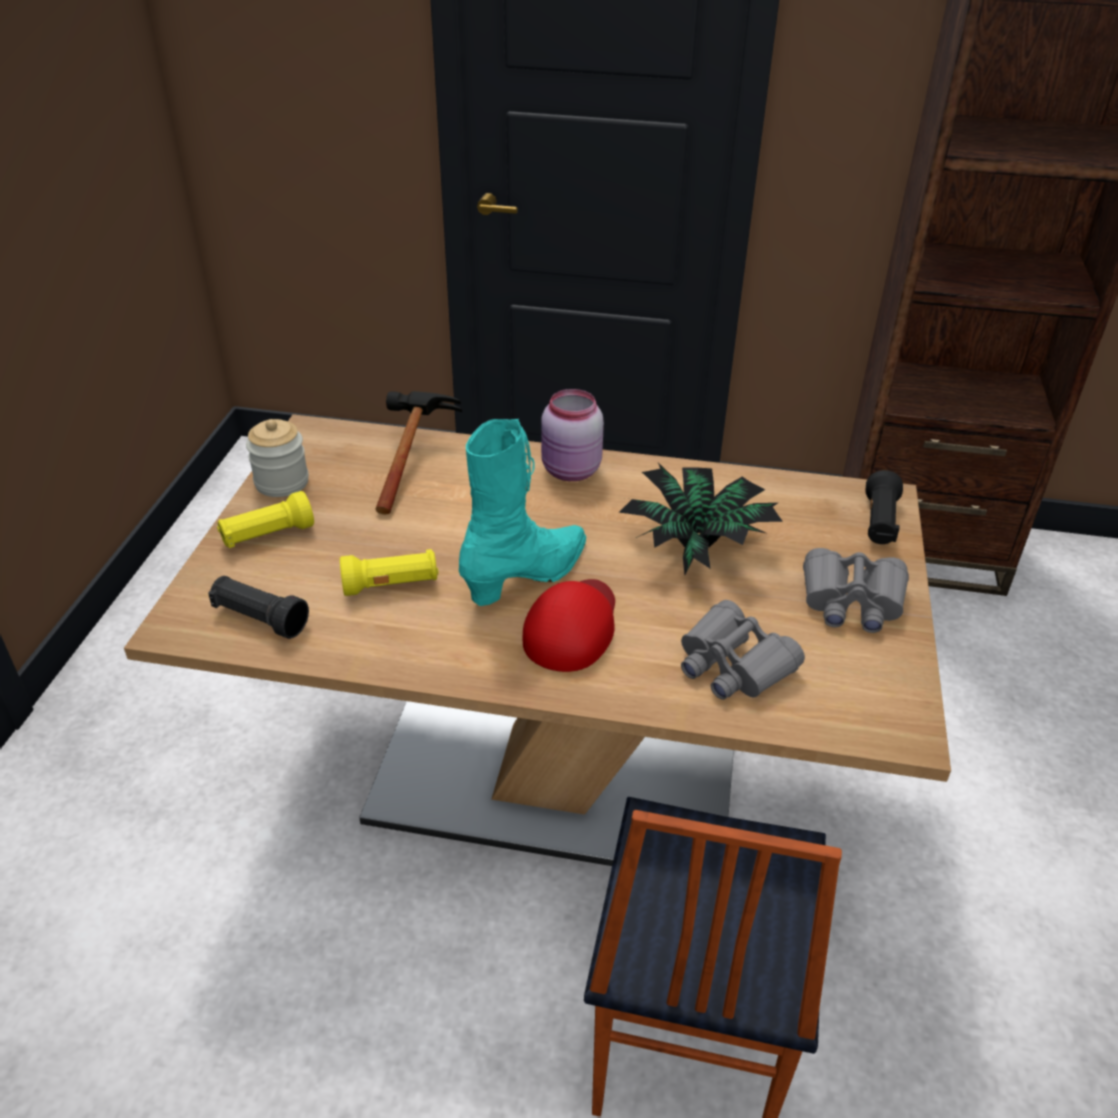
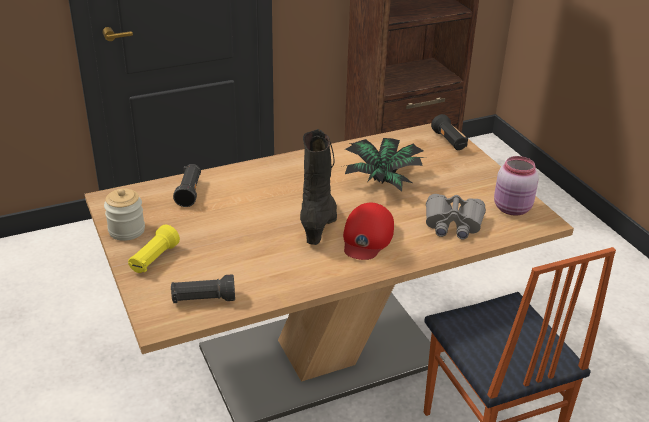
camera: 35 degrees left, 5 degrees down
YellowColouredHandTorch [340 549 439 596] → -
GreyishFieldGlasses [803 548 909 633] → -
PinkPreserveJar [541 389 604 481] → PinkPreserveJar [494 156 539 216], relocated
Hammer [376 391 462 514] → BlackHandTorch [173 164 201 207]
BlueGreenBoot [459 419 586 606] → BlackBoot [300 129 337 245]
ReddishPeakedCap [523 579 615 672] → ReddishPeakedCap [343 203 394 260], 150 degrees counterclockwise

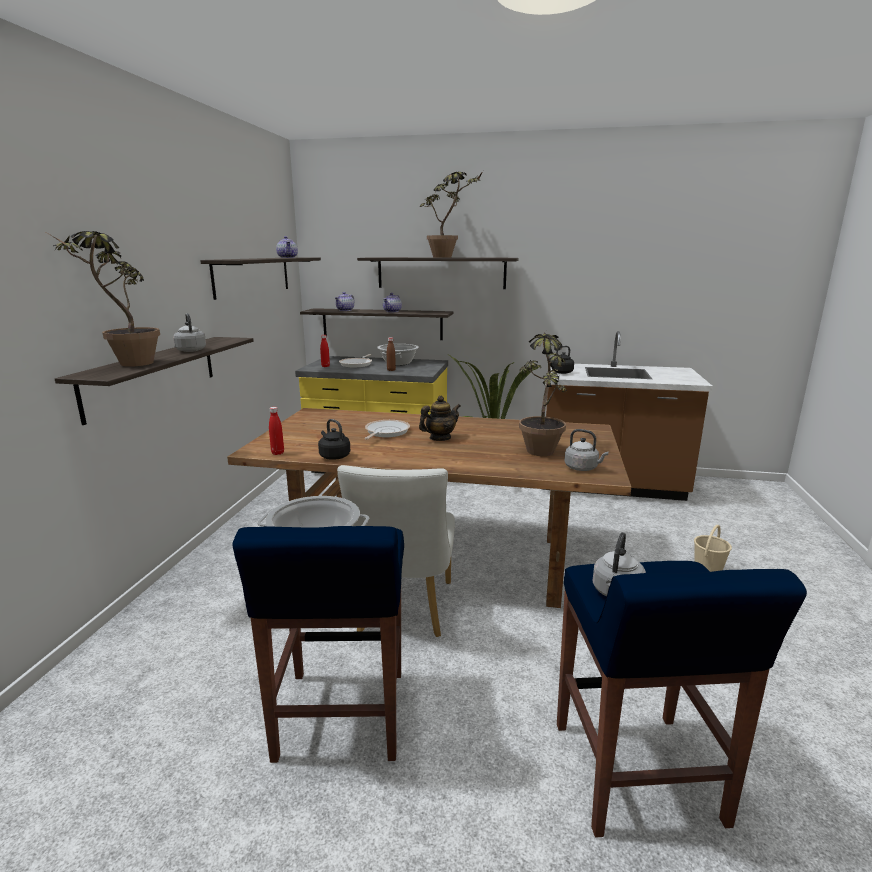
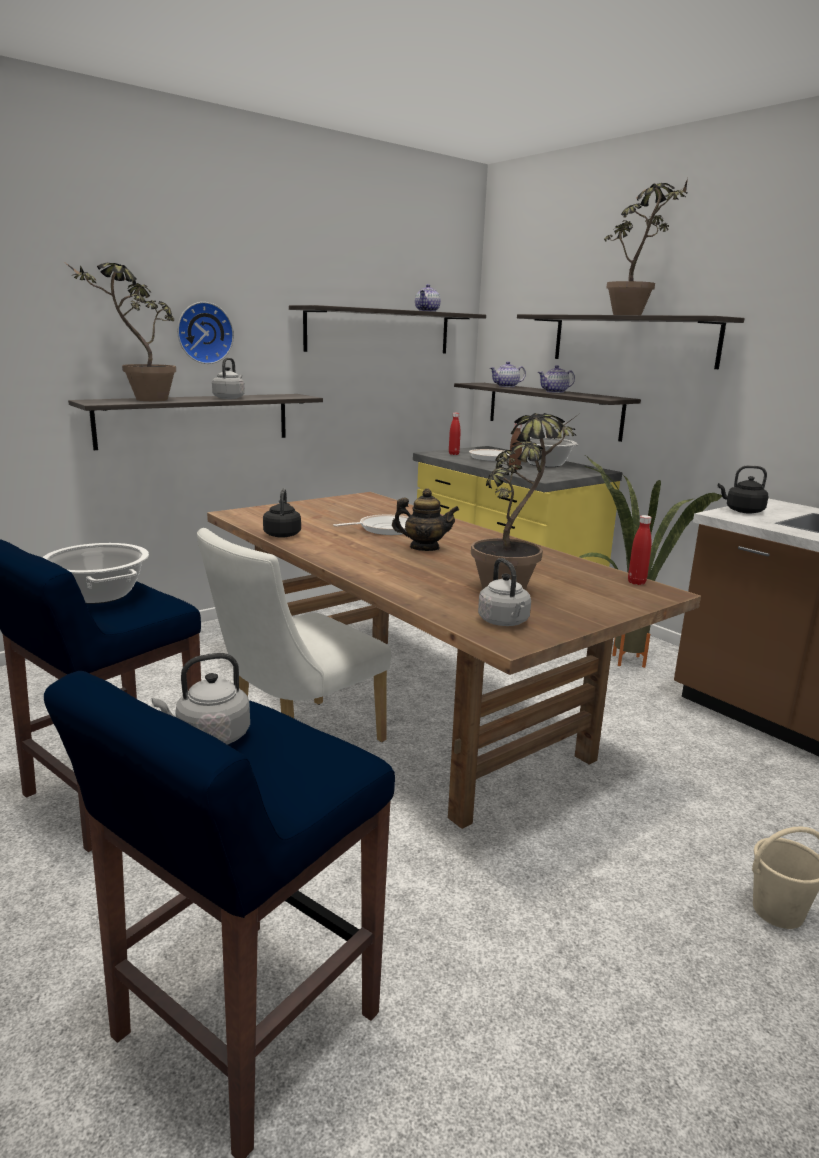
camera: 40 degrees right, 0 degrees up
- → ClockOnTheWall [177 302 234 364]
ReddishDrinkBottle [269 407 284 455] → ReddishDrinkBottle [628 515 652 585], relocated

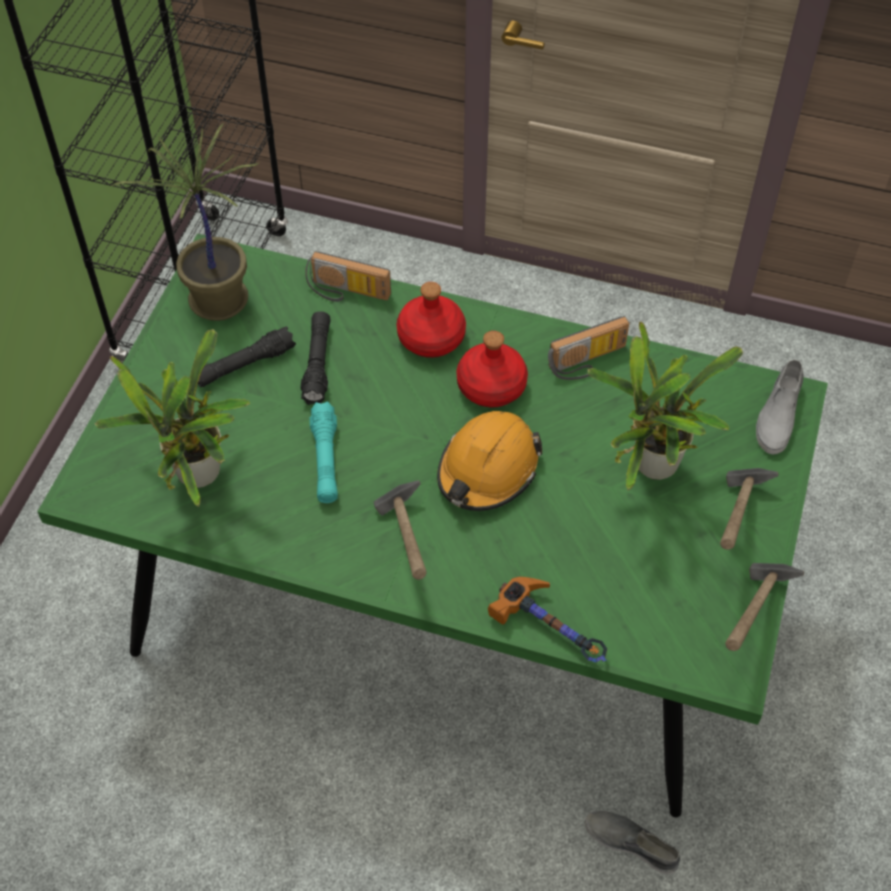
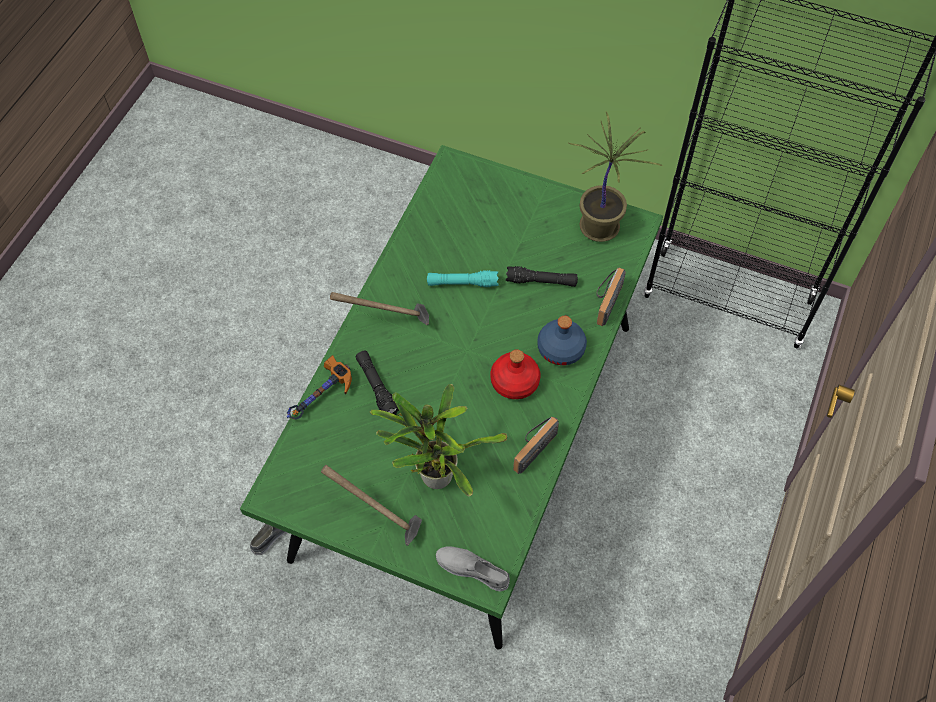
camera: 95 degrees right, 5 degrees up
Houseplant [94 329 250 507] → -
OrangeyWorkHelmet [437 411 542 511] → -
Hammer [725 563 804 651] → -
BlackHandTorch [198 326 296 387] → BlackHandTorch [356 351 399 415], relocated
ReddishDrinkBottle [397 282 466 358] → BlueDrinkBottle [537 316 587 365]
Radio [548 316 629 380] → Radio [513 417 559 474], 60 degrees clockwise

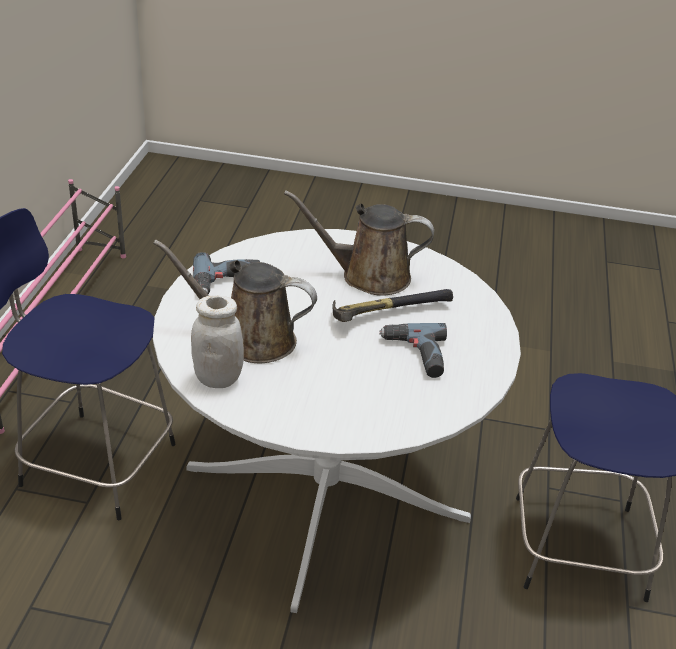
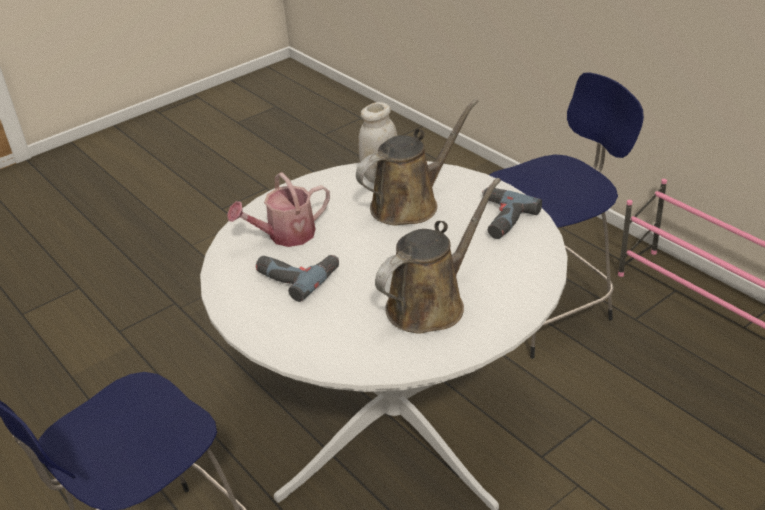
camera: 135 degrees right, 0 degrees up
Hammer [332 289 453 322] → -
- → WateringCan [227 172 330 247]

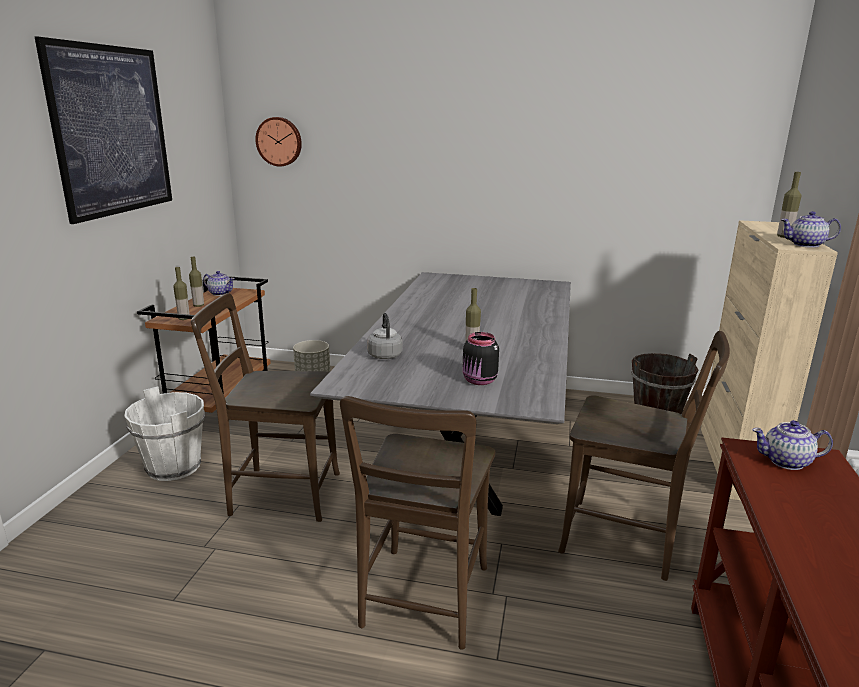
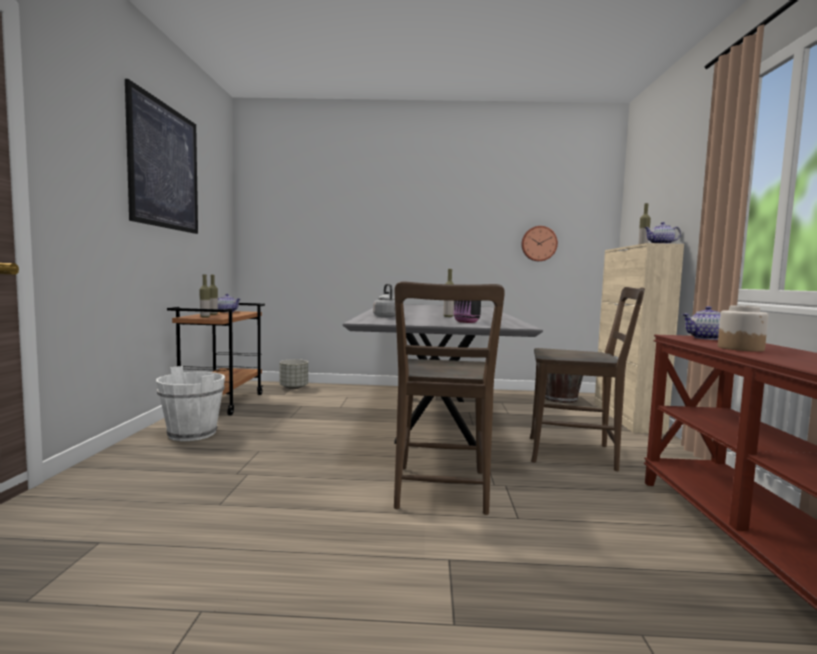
camera: 10 degrees left, 15 degrees down
BrownColouredUprightChair [191 293 340 522] → -
- → PreserveJar [718 306 768 352]
ClockOnTheWall [255 117 302 166] → ClockOnTheWall [521 226 558 261], relocated

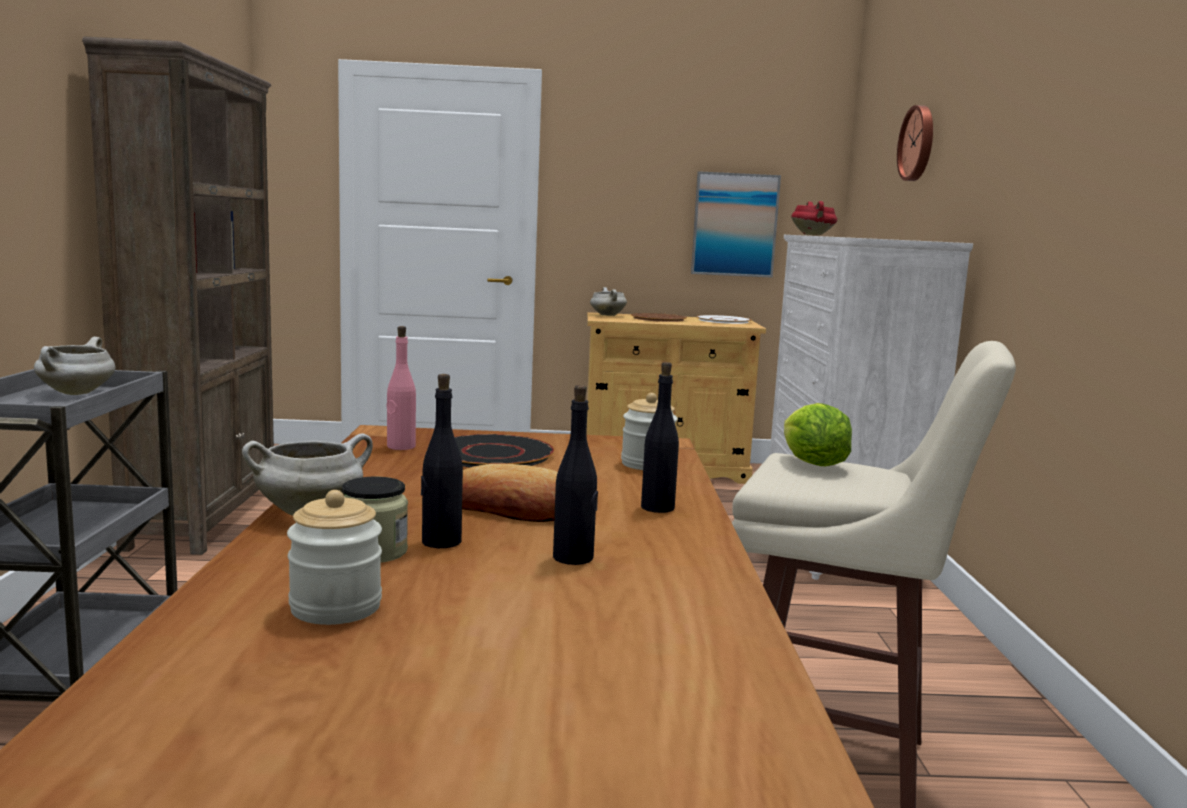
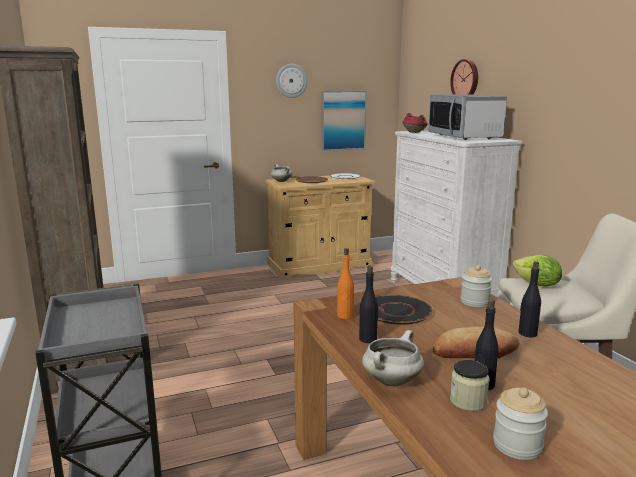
camera: 20 degrees left, 5 degrees up
WhitishCookingPot [34 337 115 395] → -
- → ClockOnTheWall [276 64 308 98]
- → Microwave [428 94 507 140]
BlackDrinkBottle [553 385 598 565] → BlackDrinkBottle [359 266 379 343], relocated
PinkDrinkBottle [387 326 416 450] → OrangeyDrinkBottle [337 248 354 319]

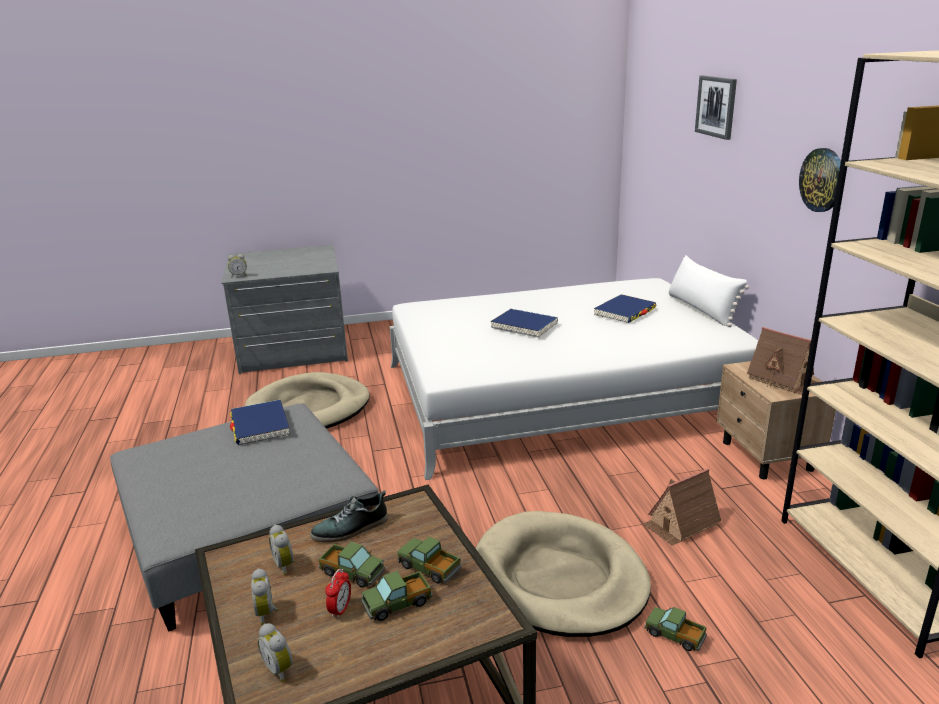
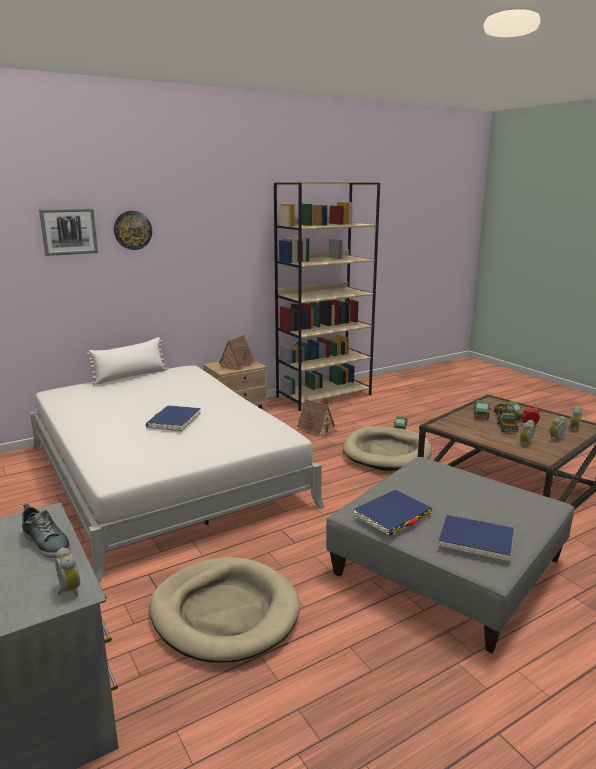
camera: 110 degrees left, 5 degrees down
ItemOfFootwear [310 490 388 542] → ItemOfFootwear [22 503 70 558], relocated
BlueVolume [594 294 656 323] → BlueVolume [438 515 514 563], relocated
ClockOnTheWall [799 148 841 212] → ClockOnTheWall [114 211 152 250], relocated

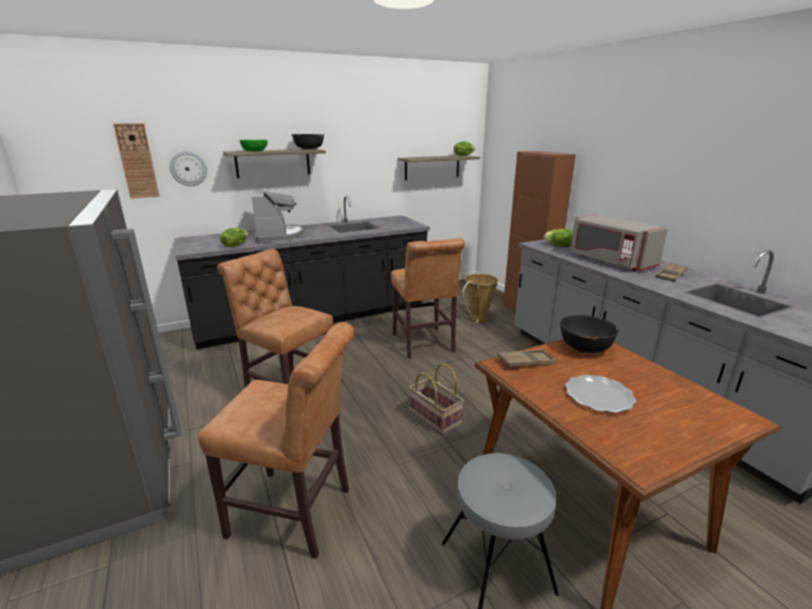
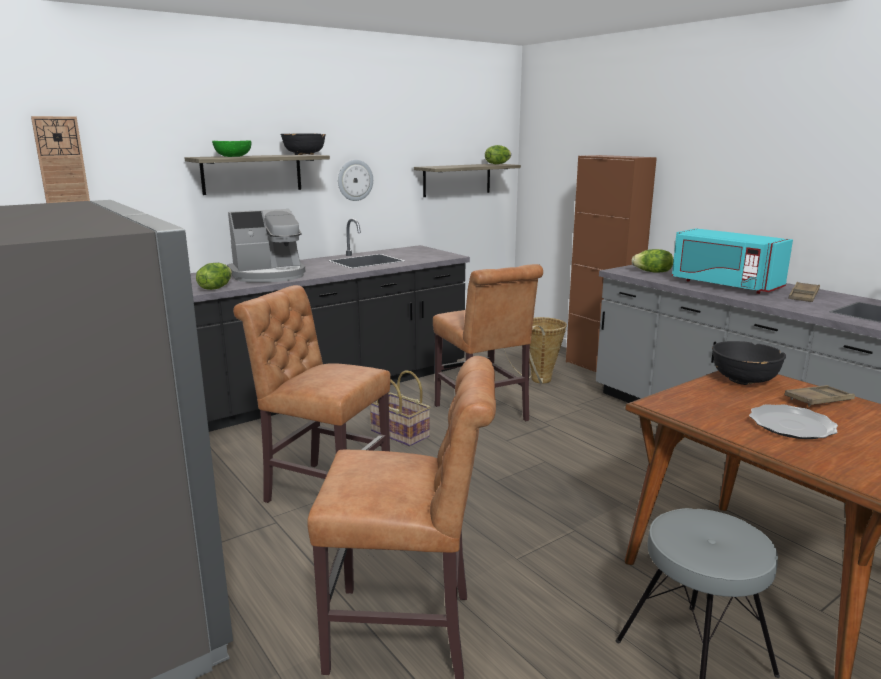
camera: 10 degrees left, 5 degrees down
ClockOnTheWall [170 151 207 186] → ClockOnTheWall [338 160 373 201], relocated
StorageBasket [409 363 464 435] → StorageBasket [370 370 431 447], relocated
BrownColouredCarryingTray [498 350 557 368] → BrownColouredCarryingTray [784 385 855 407], relocated
GreyishMicrowave [570 214 668 271] → BlueGreenMicrowave [672 228 793 294]
CoffeeBrewer [252 190 304 244] → CoffeeBrewer [227 209 305 283], 90 degrees clockwise

